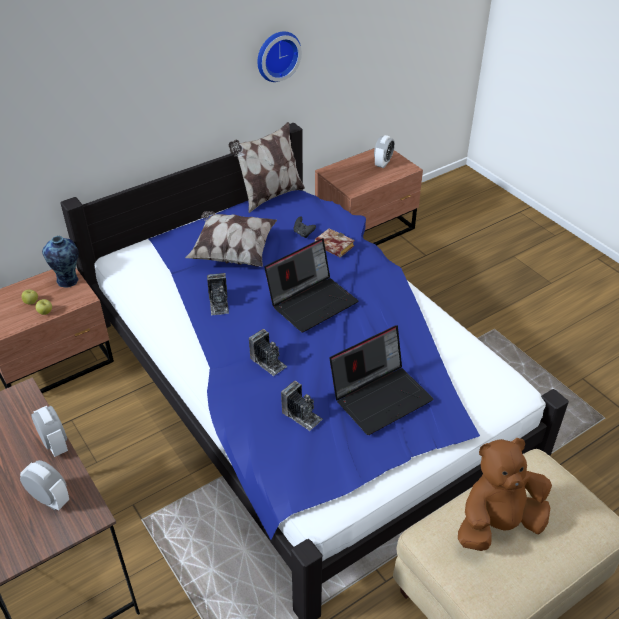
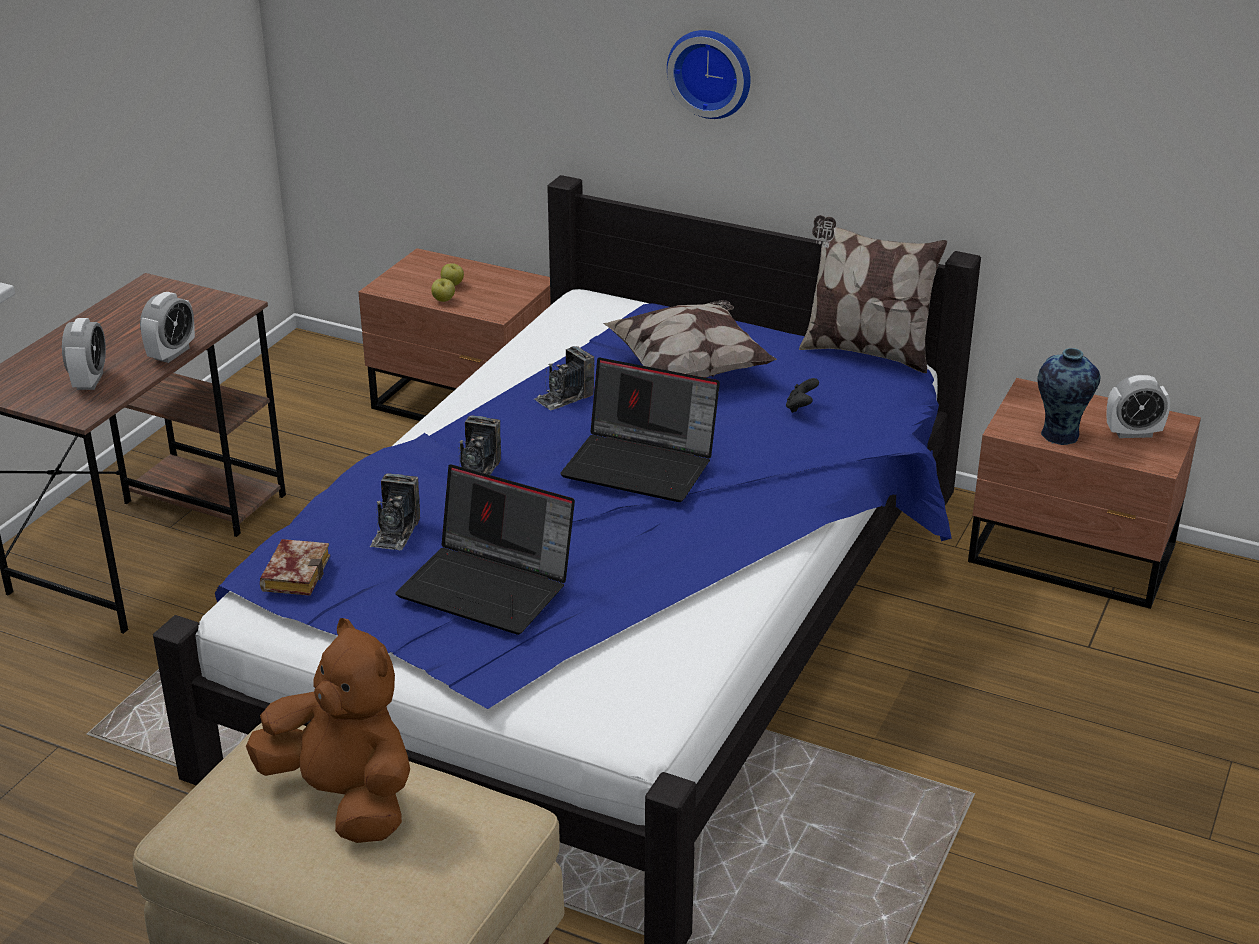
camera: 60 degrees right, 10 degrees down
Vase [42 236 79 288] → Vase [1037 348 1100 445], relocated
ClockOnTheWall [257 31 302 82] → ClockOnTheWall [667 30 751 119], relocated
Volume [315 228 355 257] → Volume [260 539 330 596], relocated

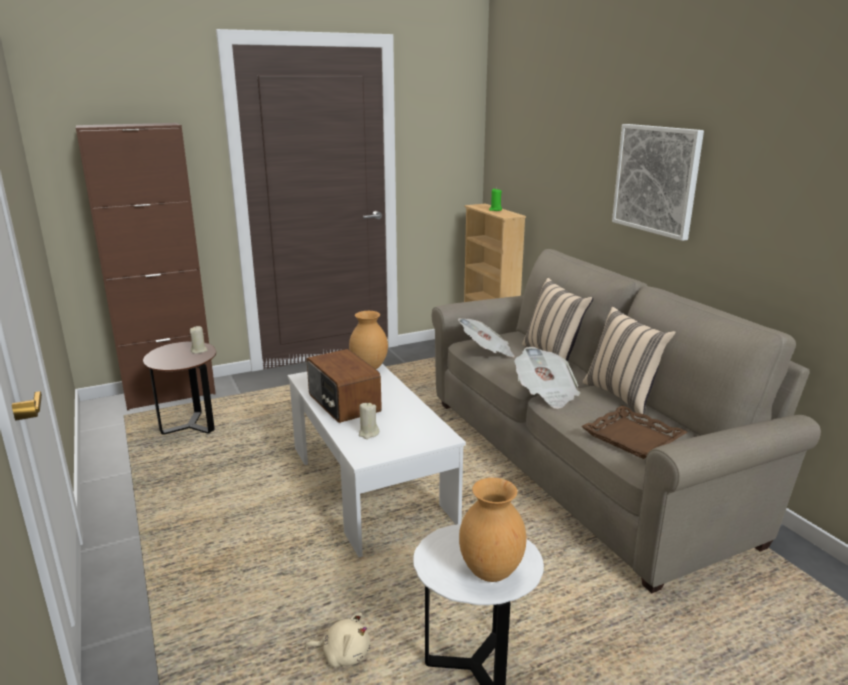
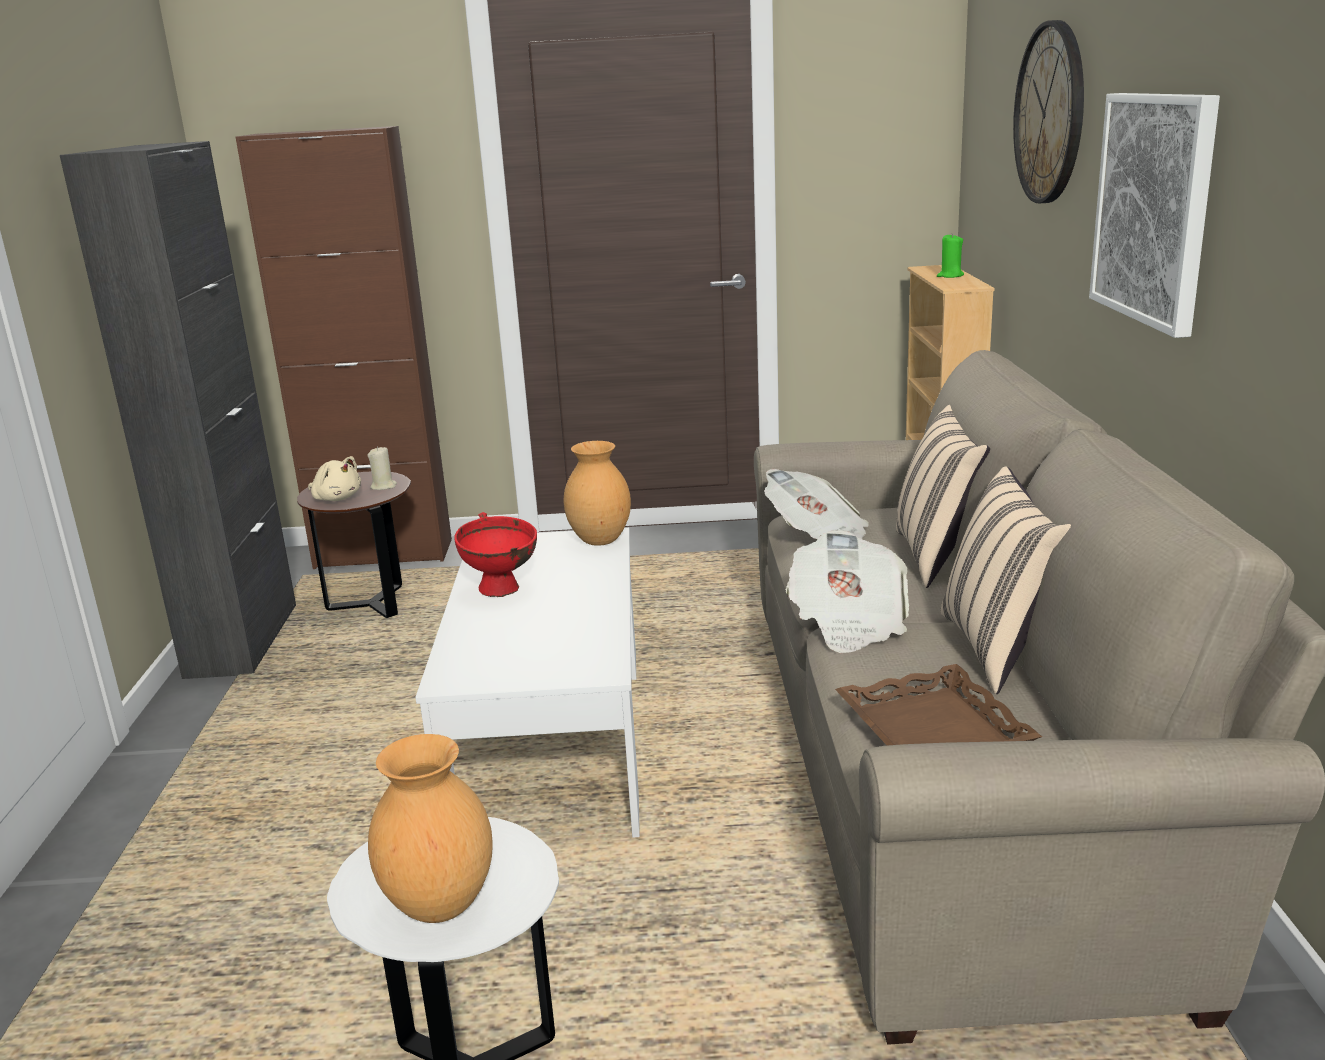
camera: 25 degrees right, 0 degrees up
SandColouredWaxLight [359 402 379 439] → -
- → BlackCabinet [60 141 296 679]
- → ClockOnTheWall [1013 20 1084 203]
SandColouredCuddlyToy [305 613 370 667] → SandColouredCuddlyToy [308 456 361 501], relocated
Radio [307 349 382 423] → ReddishDeepDish [454 512 537 597]

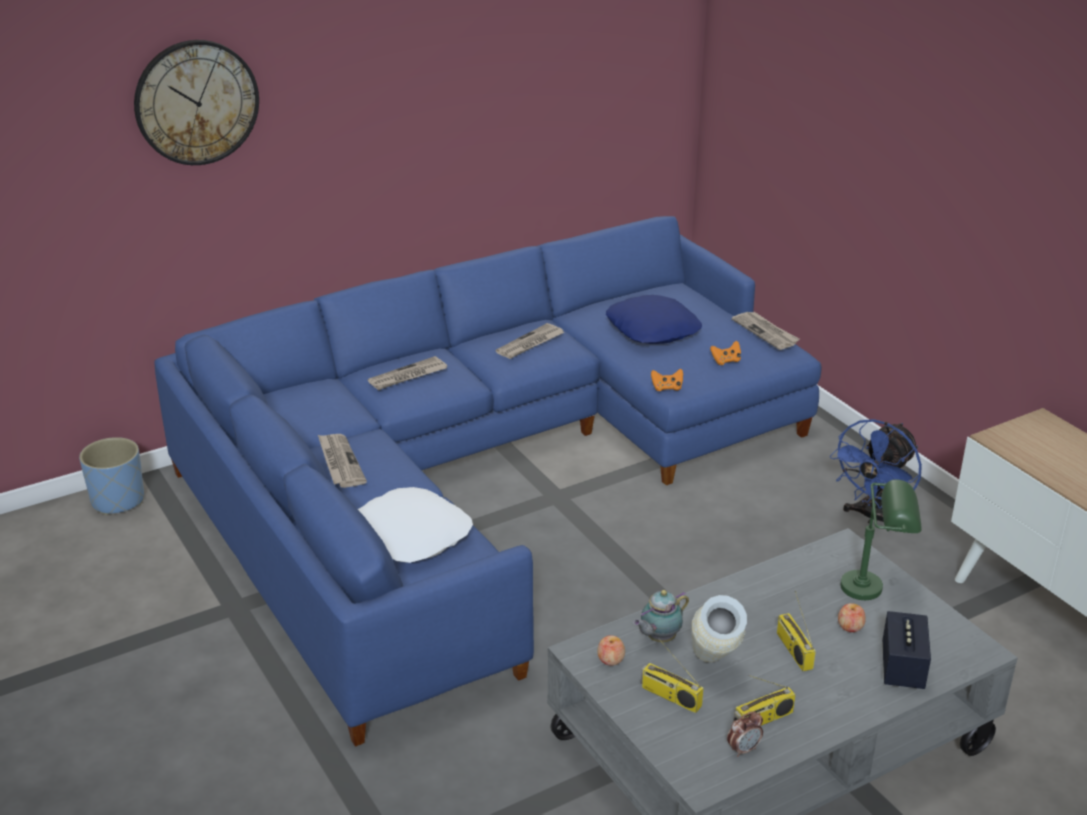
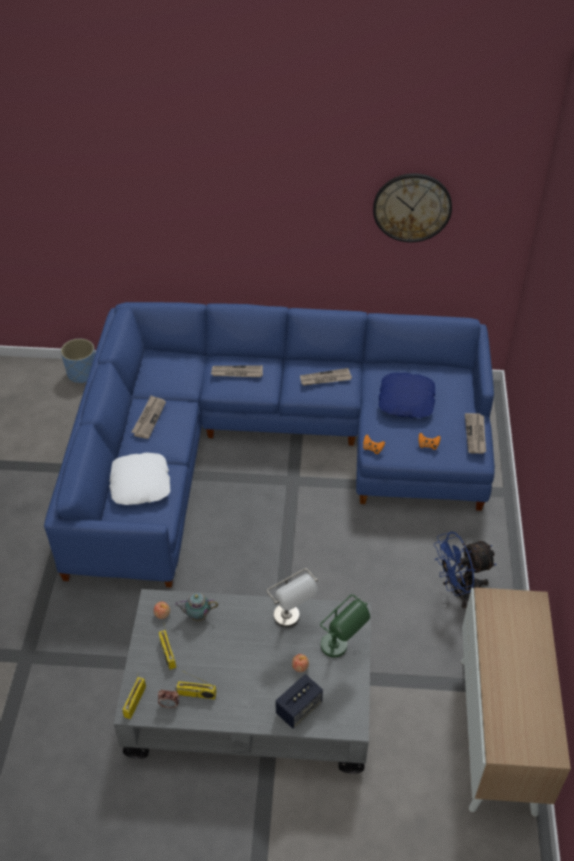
camera: 35 degrees right, 15 degrees up
Vase [692 595 747 662] → -
- → GreyishTableLamp [267 568 318 627]
ClockOnTheWall [134 40 259 165] → ClockOnTheWall [373 173 452 242], relocated
Radio [777 591 816 672] → Radio [122 672 146 719], relocated

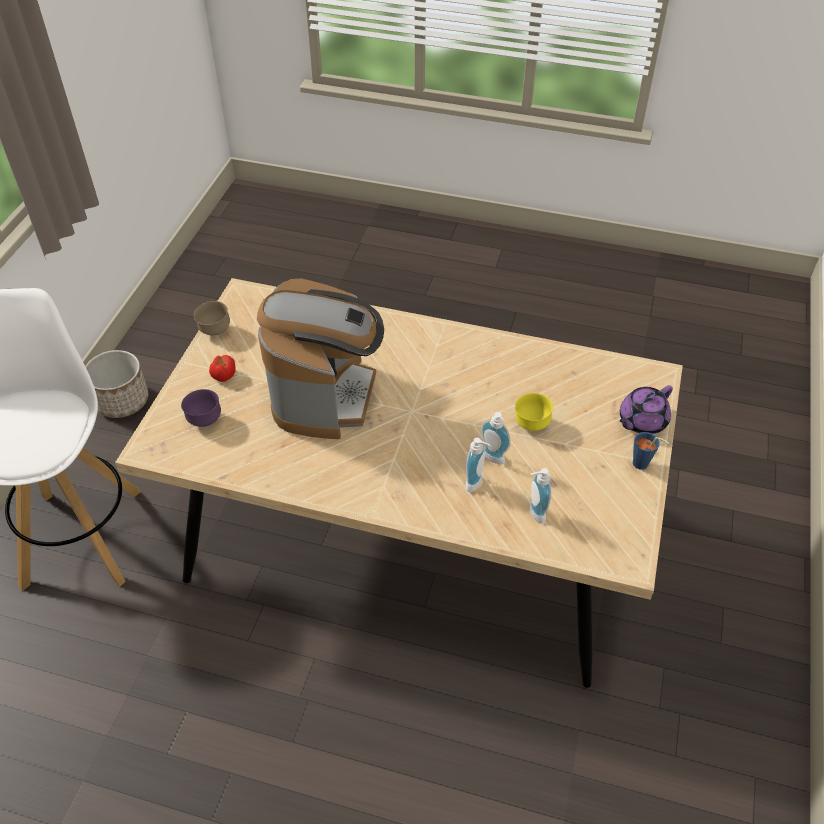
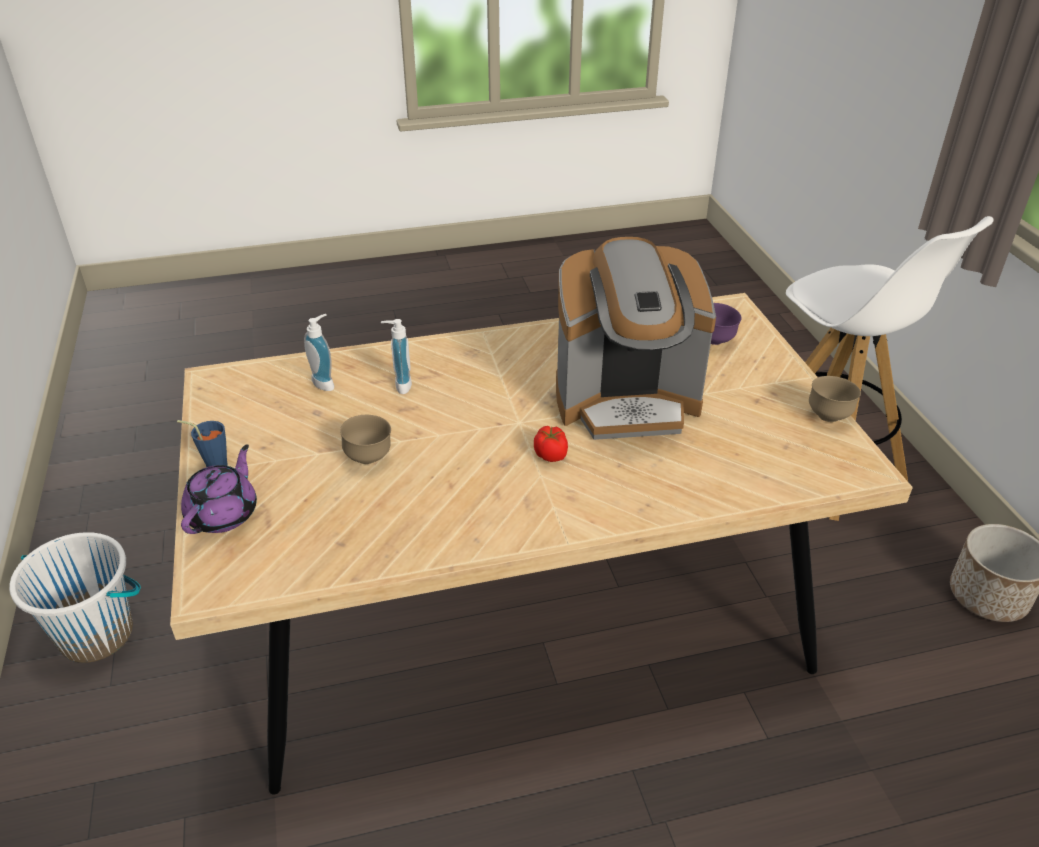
camera: 150 degrees right, 10 degrees down
SoapDispenser [481 412 511 464] → -
- → WhitishBucket [9 532 141 663]
WholeTomato [209 355 236 382] → WholeTomato [534 426 568 462], relocated
YellowColouredDeepDish [515 393 553 431] → BrownColouredDeepDish [340 415 391 464]
CoffeeBrewer [257 278 384 439] → CoffeeBrewer [556 237 716 440], 75 degrees counterclockwise

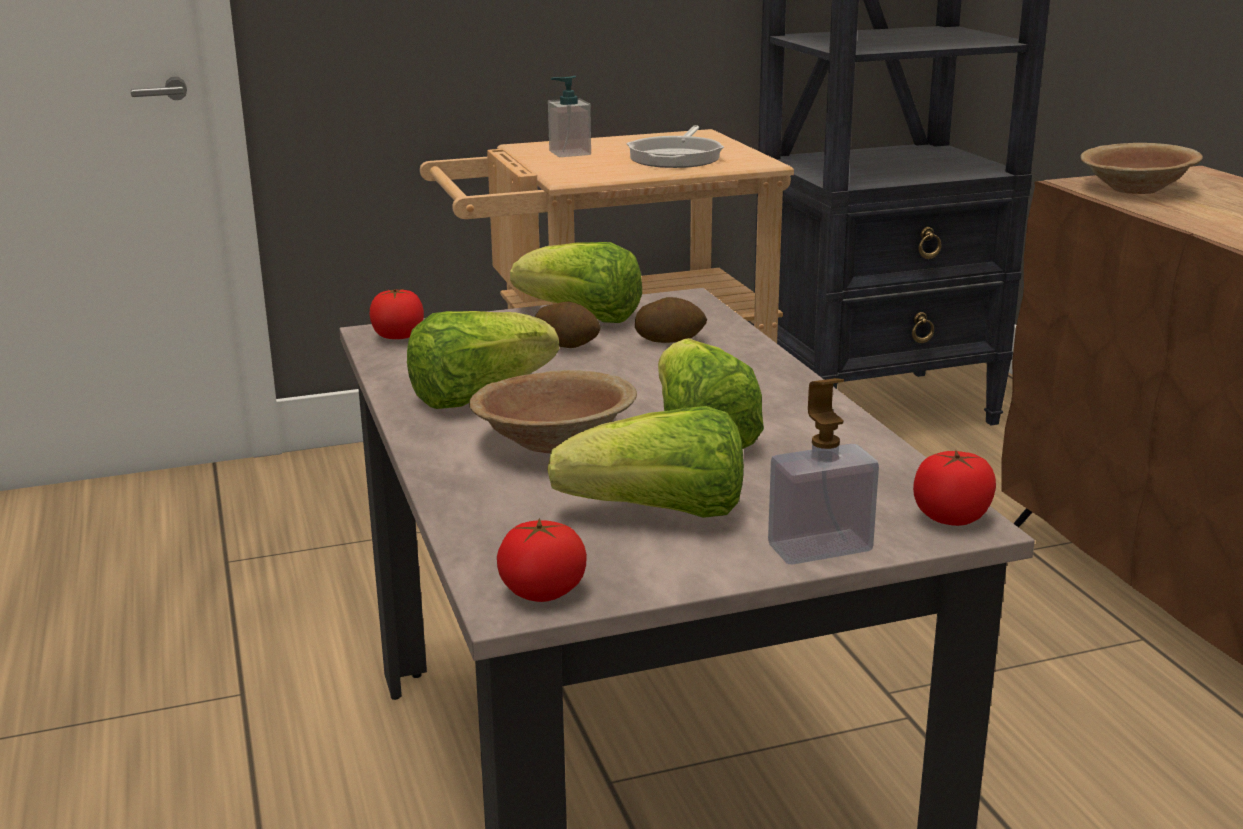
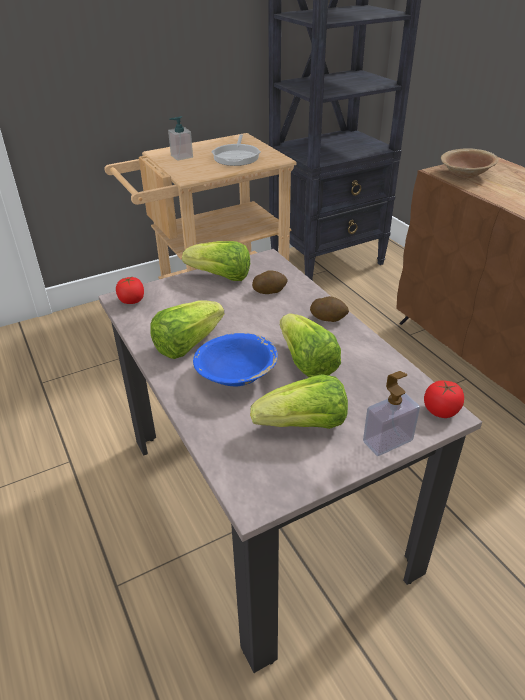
camera: 10 degrees left, 15 degrees up
WholeTomato [497 518 587 602] → -
WholePotato [535 302 601 348] → WholePotato [310 296 349 322], relocated
BrownColouredDeepDish [469 370 637 453] → BlueDeepDish [193 333 278 387]

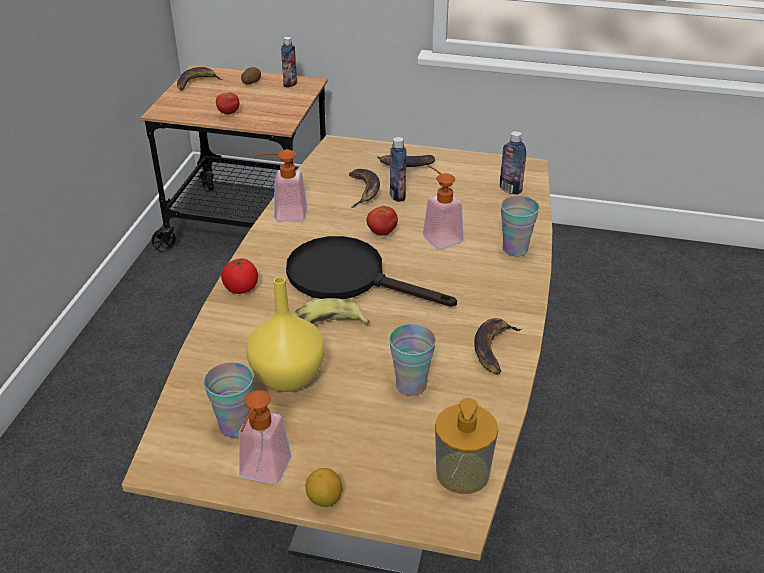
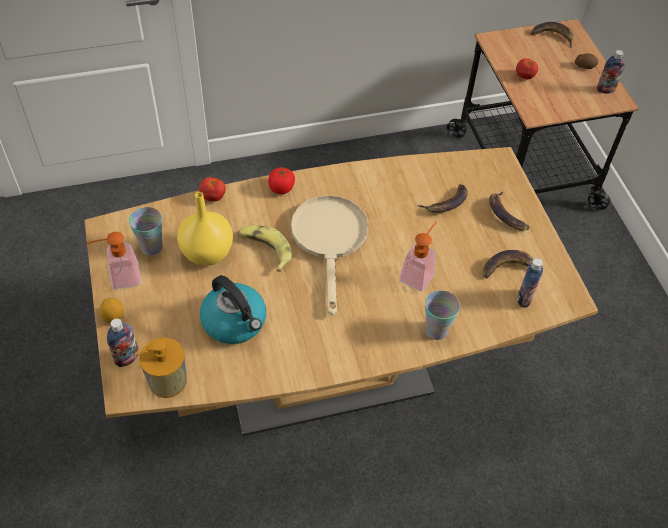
camera: 60 degrees right, 15 degrees up
SoapDispenser [256 150 307 222] → -
WholeTomato [366 206 398 236] → WholeTomato [199 177 226 202], relocated
DrinkBottle [390 137 407 202] → DrinkBottle [107 319 139 367], relocated
WholeBanana [474 318 523 375] → WholeBanana [483 250 534 278], relocated
SmallCup [389 324 436 396] → WaterKettle [200 275 266 344]
BlackSkillet [286 236 457 307] → SandColouredSkillet [291 195 368 316]

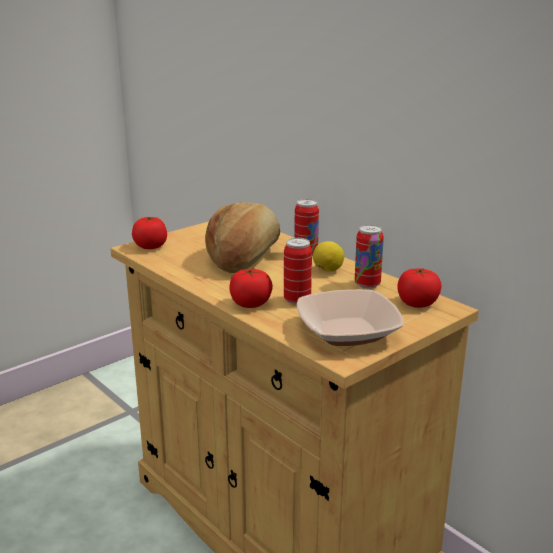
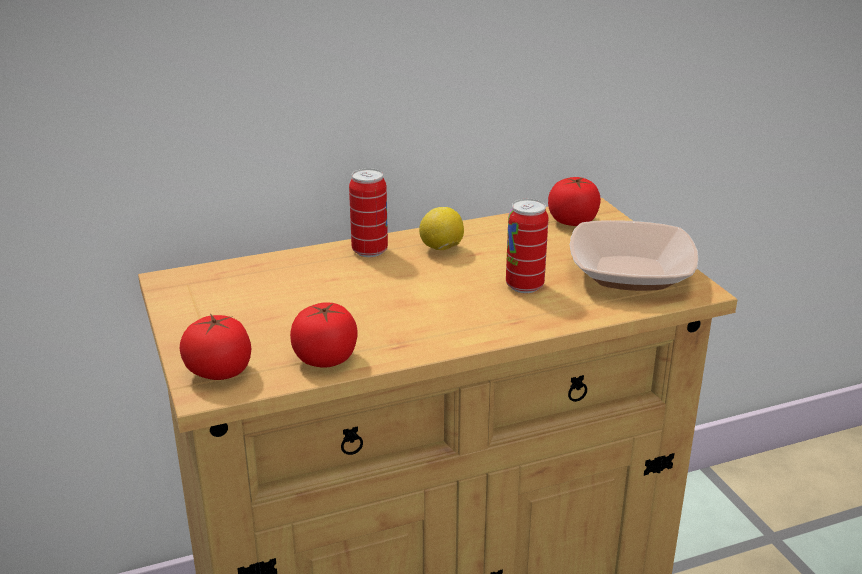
camera: 70 degrees left, 5 degrees up
BakedBread [205 202 280 273] → -
MetalCan [355 225 384 289] → -
WholeTomato [229 268 273 308] → WholeTomato [290 302 358 368], relocated

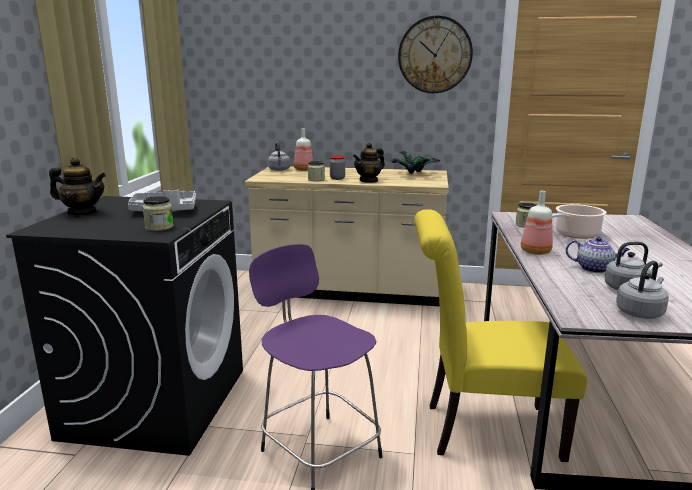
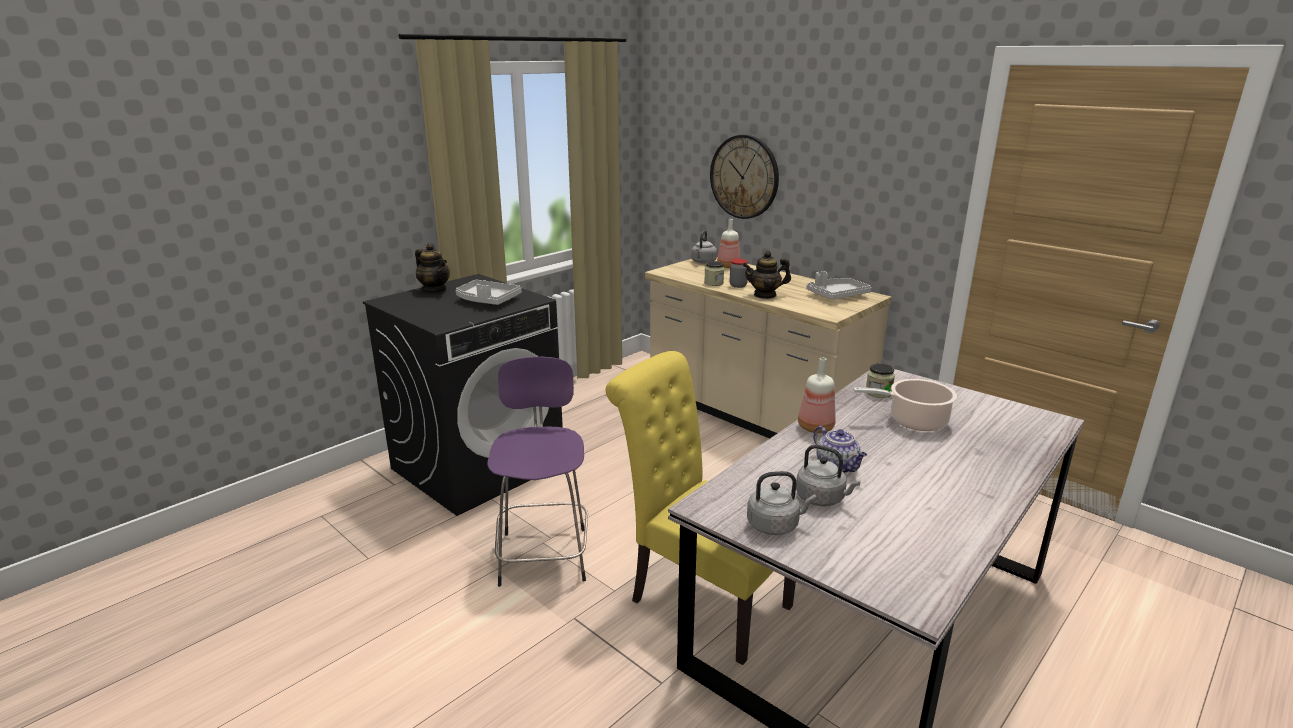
camera: 35 degrees right, 5 degrees up
PreserveJar [142 196 174 231] → -
ClockOnTheWall [398 16 473 93] → ClockOnTheWall [710 135 779 219], relocated
Houseplant [391 151 441 175] → GreyishCarryingTray [806 271 872 300]

